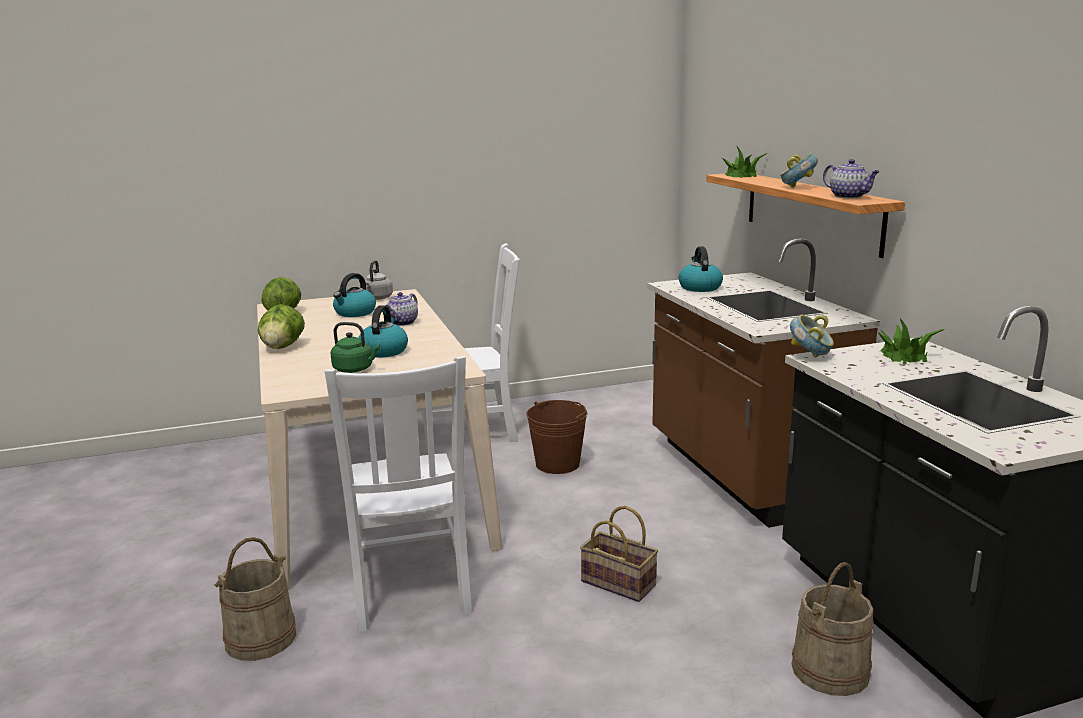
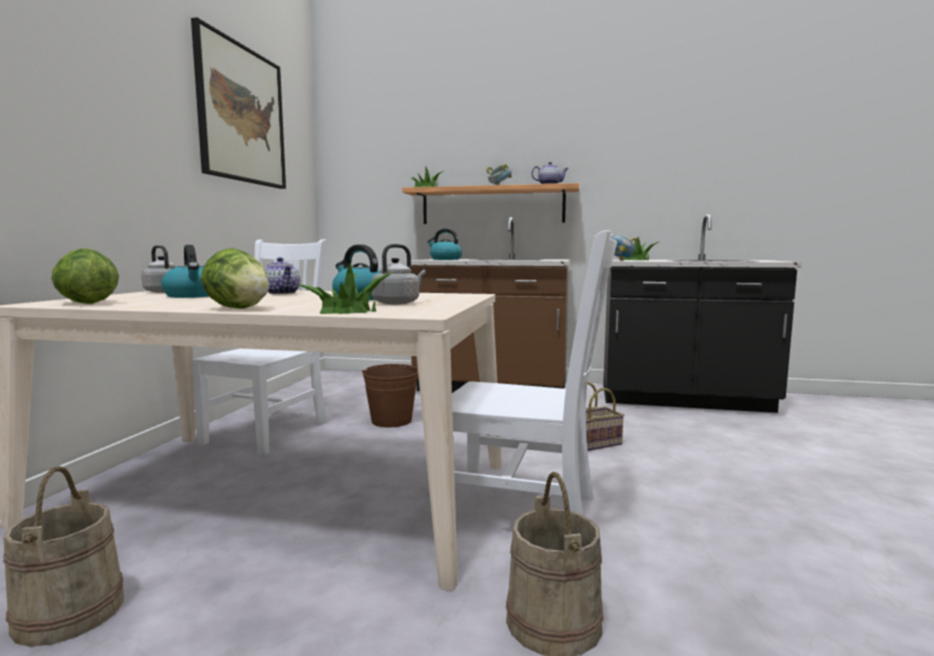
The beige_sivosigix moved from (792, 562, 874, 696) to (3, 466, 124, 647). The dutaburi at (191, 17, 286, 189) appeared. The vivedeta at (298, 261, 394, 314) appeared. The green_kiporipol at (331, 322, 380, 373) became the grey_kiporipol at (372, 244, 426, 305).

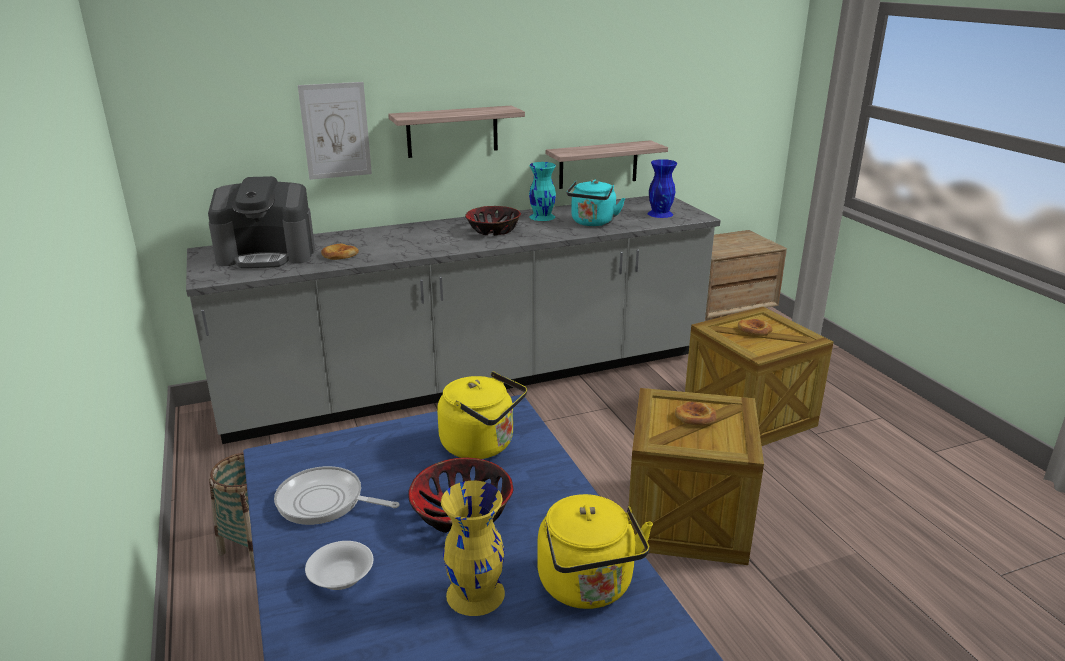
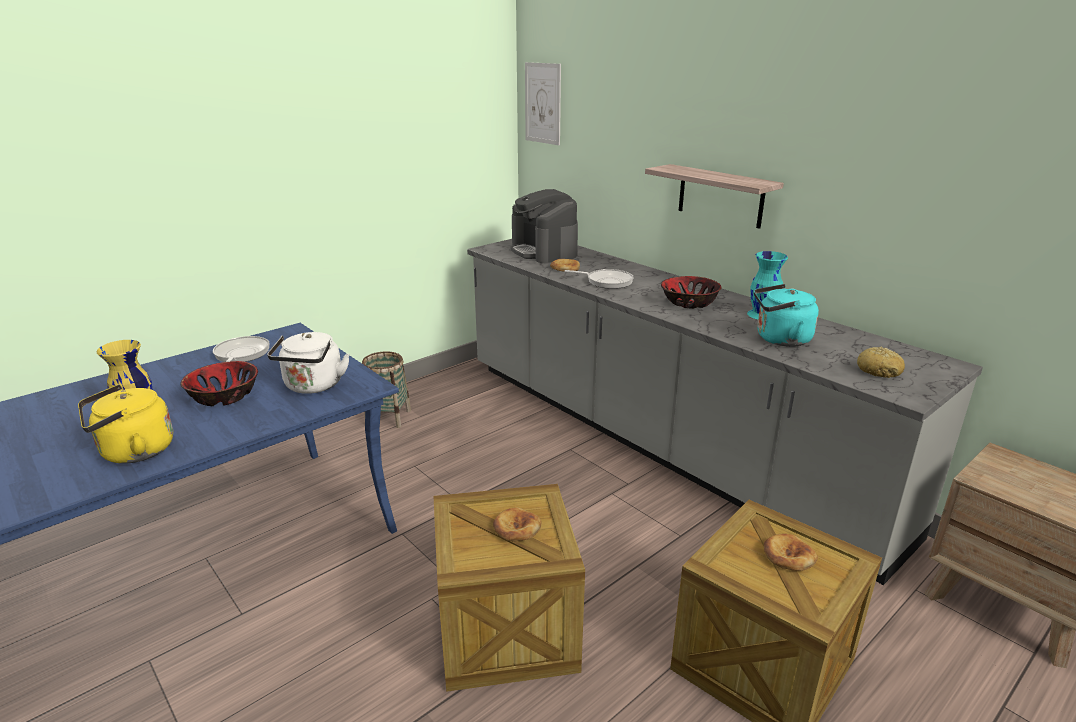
The yellow_kiporipol at (437, 372, 527, 459) became the white_kiporipol at (267, 332, 350, 394). The dutaburi moved from (298, 82, 372, 180) to (525, 62, 561, 145). The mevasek at (565, 269, 634, 289) appeared. The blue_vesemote at (647, 159, 677, 218) was replaced by the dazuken at (857, 346, 905, 378). The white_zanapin at (305, 541, 374, 590) disappeared. The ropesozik at (546, 140, 668, 189) disappeared.

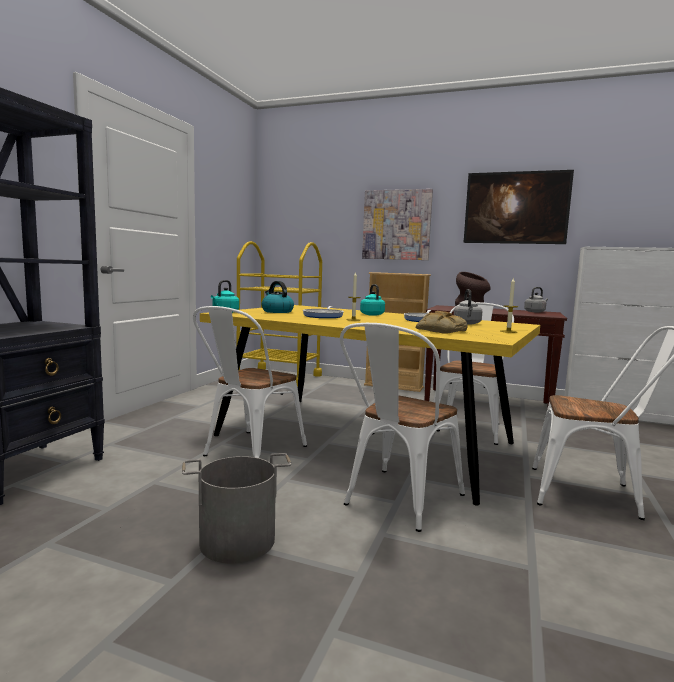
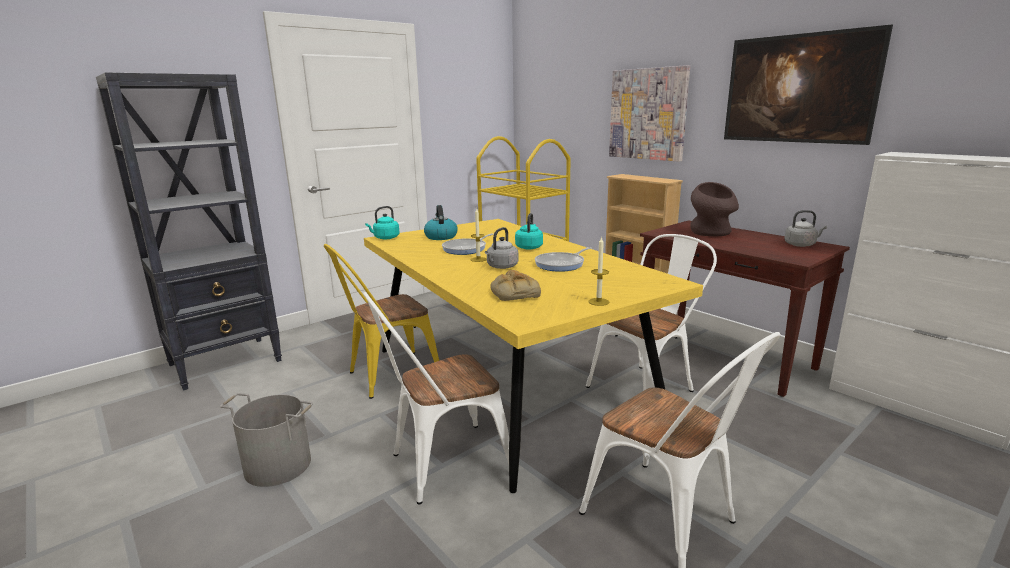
The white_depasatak at (193, 306, 307, 458) became the yellow_depasatak at (324, 244, 439, 399). The grey_kiporipol moved from (454, 289, 482, 324) to (485, 227, 518, 269).

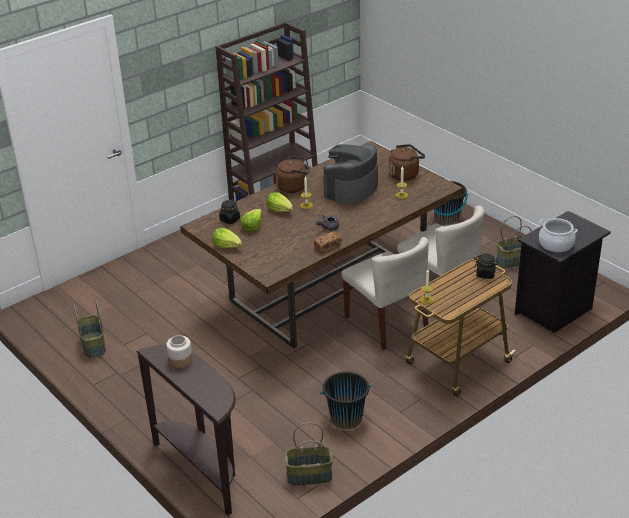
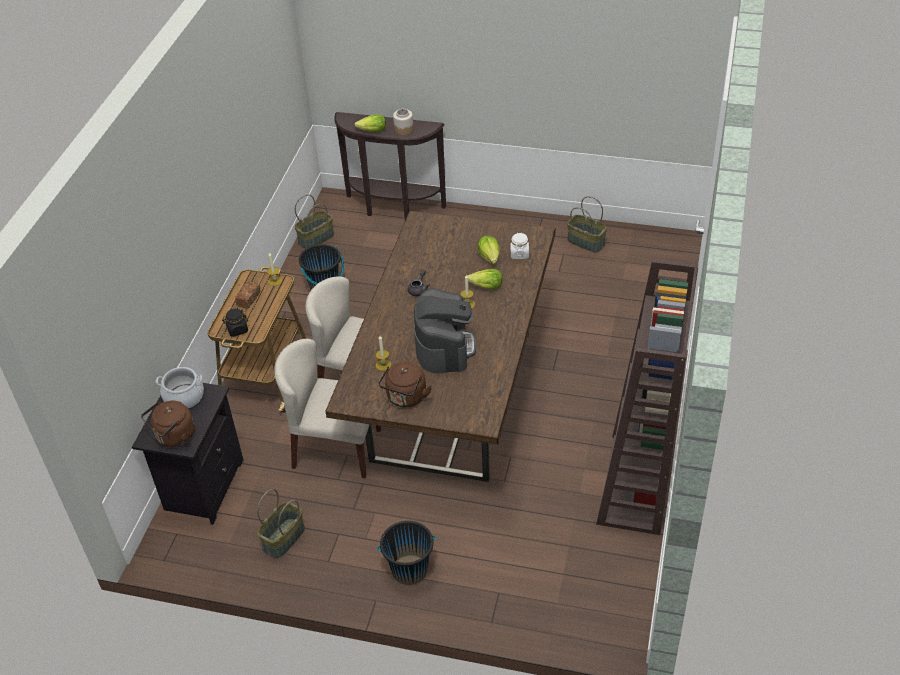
The brown_kiporipol moved from (276, 156, 309, 193) to (141, 401, 195, 447). The dazuken moved from (314, 231, 342, 254) to (235, 282, 261, 309). The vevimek moved from (212, 228, 242, 248) to (354, 114, 386, 132). The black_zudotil at (219, 200, 240, 224) became the white_zudotil at (510, 233, 529, 259).

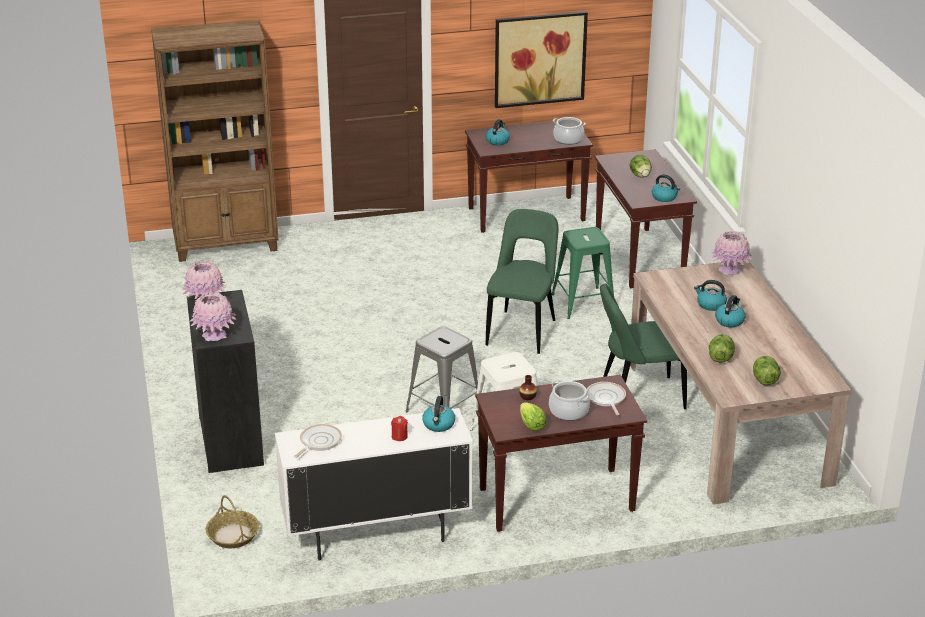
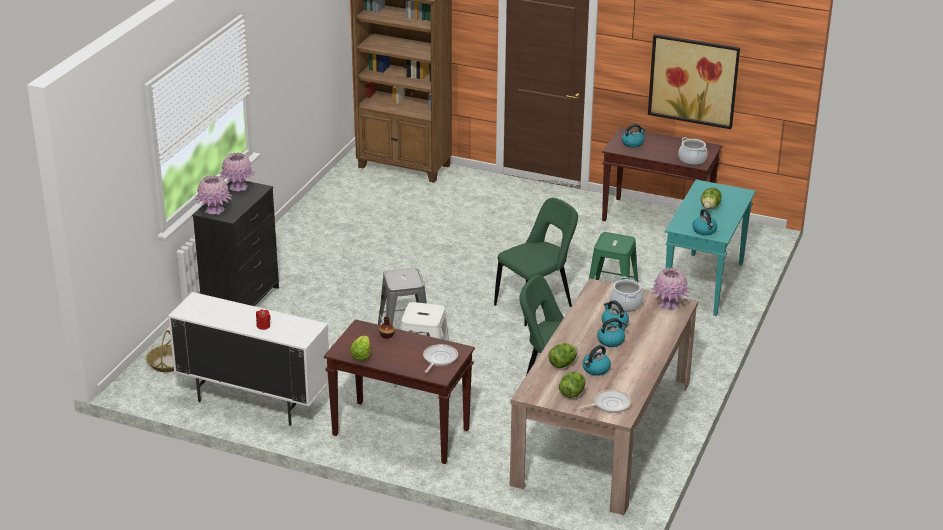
The mevasek moved from (294, 424, 342, 458) to (579, 390, 631, 413). The kiporipol moved from (422, 396, 455, 432) to (582, 345, 611, 376). The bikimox moved from (549, 380, 590, 421) to (610, 276, 644, 311). The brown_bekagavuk at (594, 149, 697, 288) became the turquoise_bekagavuk at (665, 180, 756, 316).

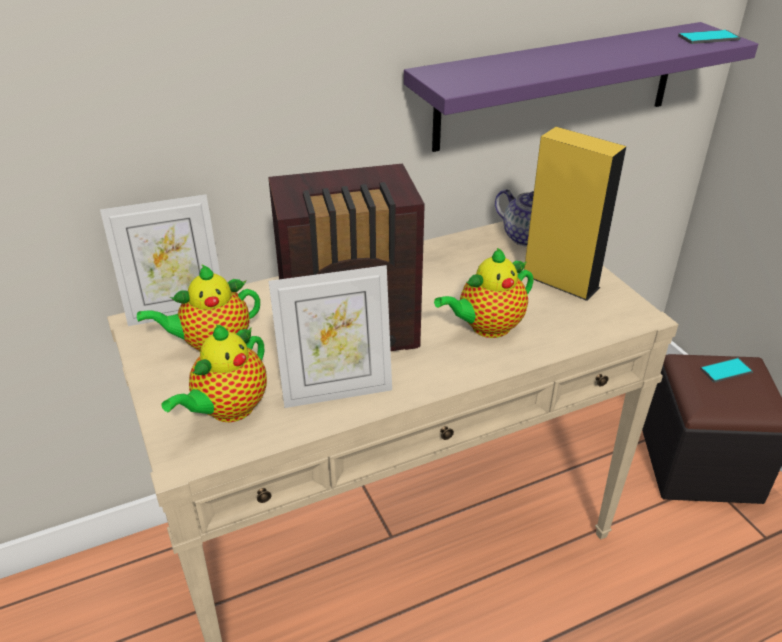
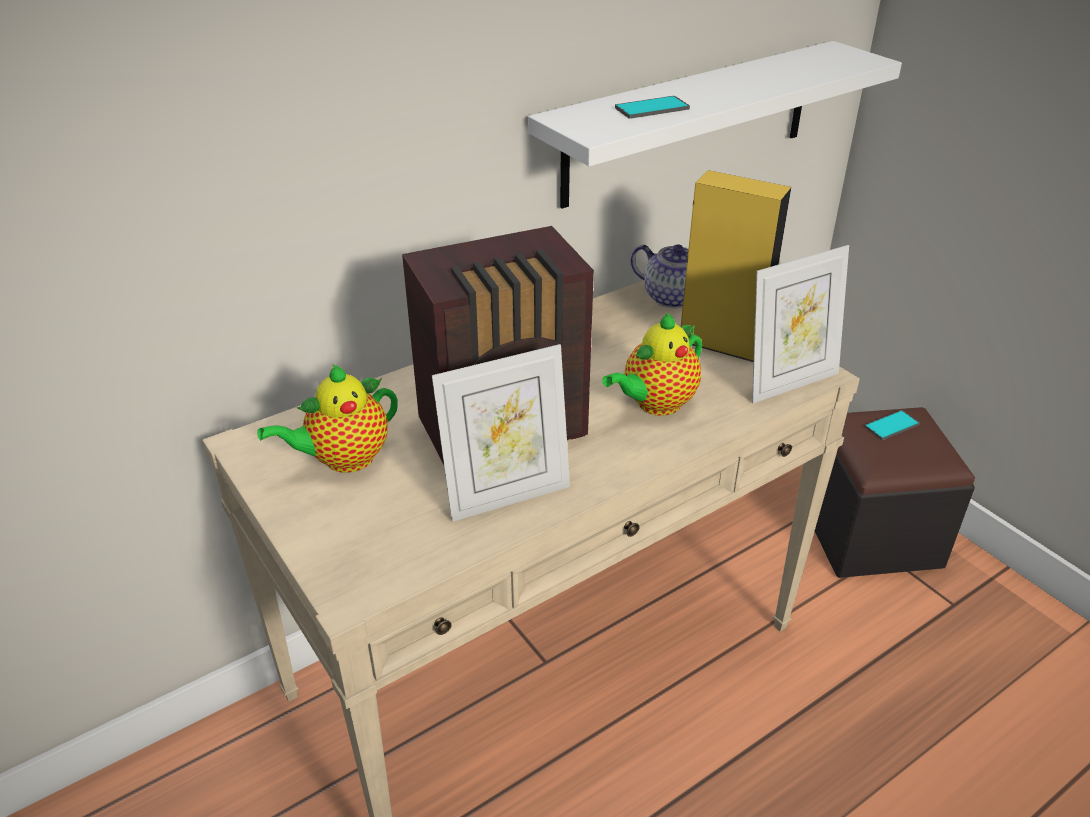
The purple_ropesozik at (404, 22, 758, 152) became the white_ropesozik at (528, 41, 902, 208). The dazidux moved from (678, 30, 741, 44) to (615, 96, 690, 119). The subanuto moved from (100, 195, 220, 326) to (752, 245, 849, 403). The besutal at (162, 325, 267, 422) disappeared.

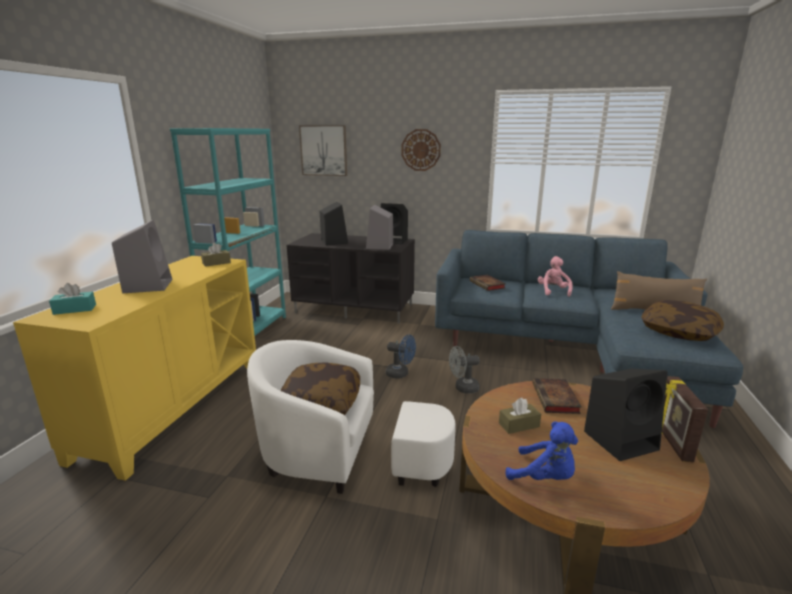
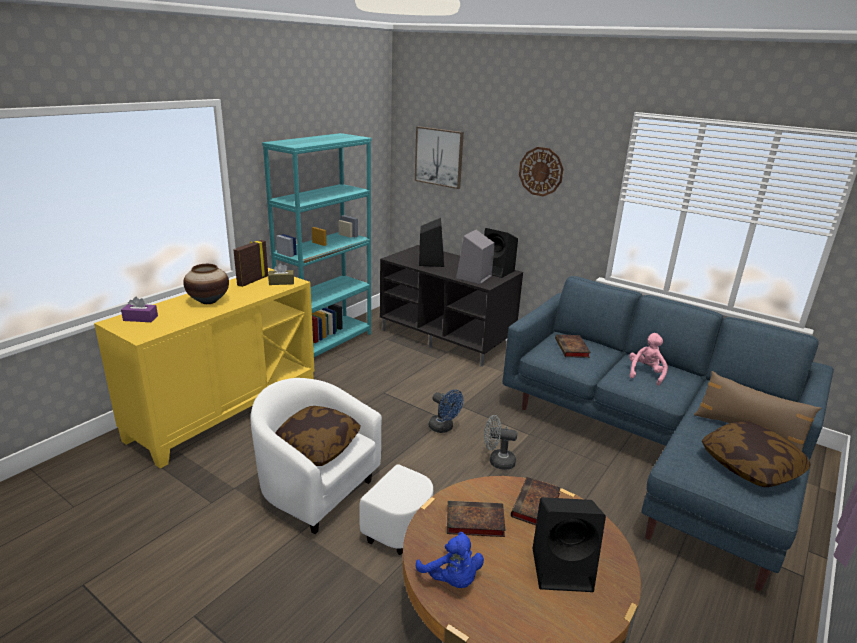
The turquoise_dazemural at (49, 283, 96, 315) became the purple_dazemural at (121, 297, 158, 322). The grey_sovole at (112, 220, 172, 293) was replaced by the vesemote at (183, 264, 229, 304). The subanuto moved from (662, 376, 708, 462) to (233, 240, 268, 287). The brown_dazemural at (499, 398, 541, 434) was replaced by the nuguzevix at (447, 501, 506, 537).

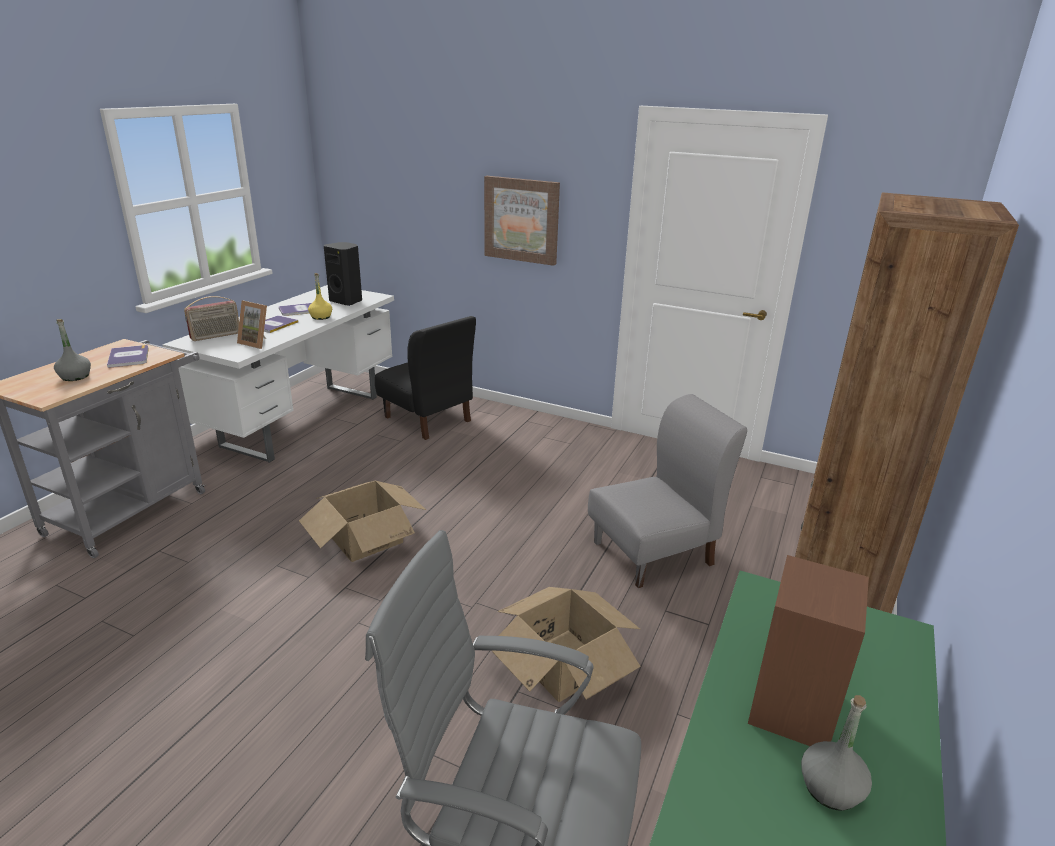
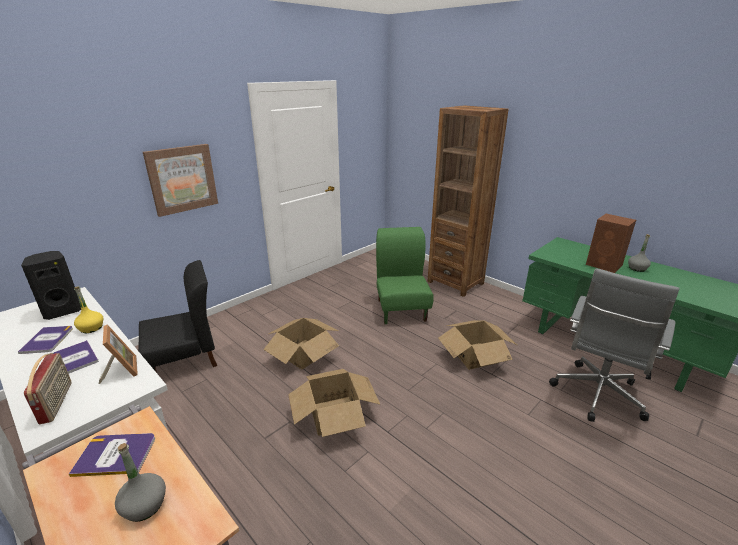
The subanuto at (237, 301, 267, 349) turned 75 degrees counterclockwise. The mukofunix at (263, 318, 339, 370) appeared. The grey_depasatak at (588, 394, 747, 588) became the green_depasatak at (376, 227, 434, 324).

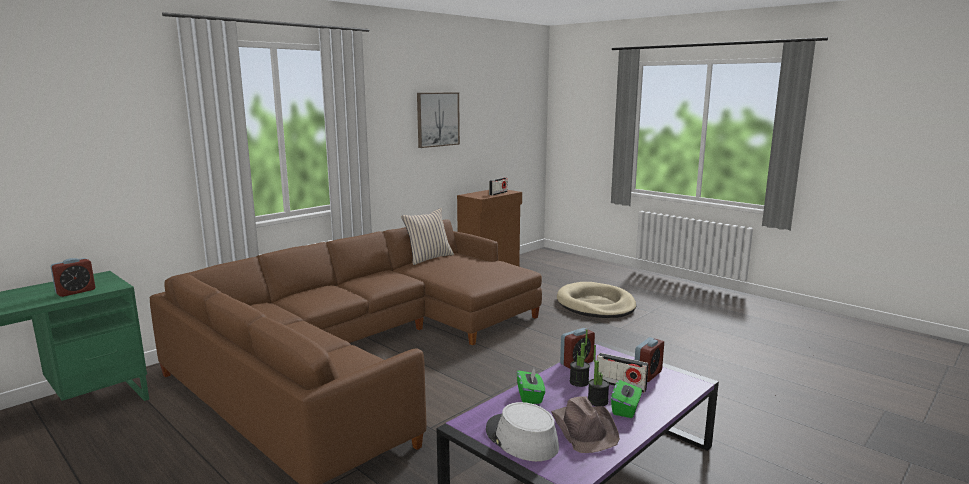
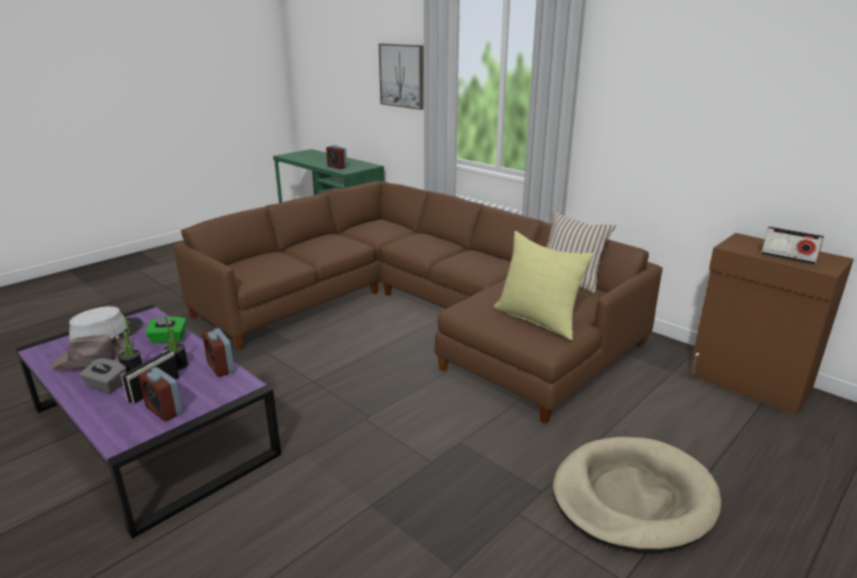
The green_dazemural at (611, 380, 642, 418) became the grey_dazemural at (79, 358, 126, 393). The dutaburi moved from (417, 92, 460, 148) to (379, 43, 424, 110). The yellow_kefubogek at (494, 231, 594, 340) appeared.

